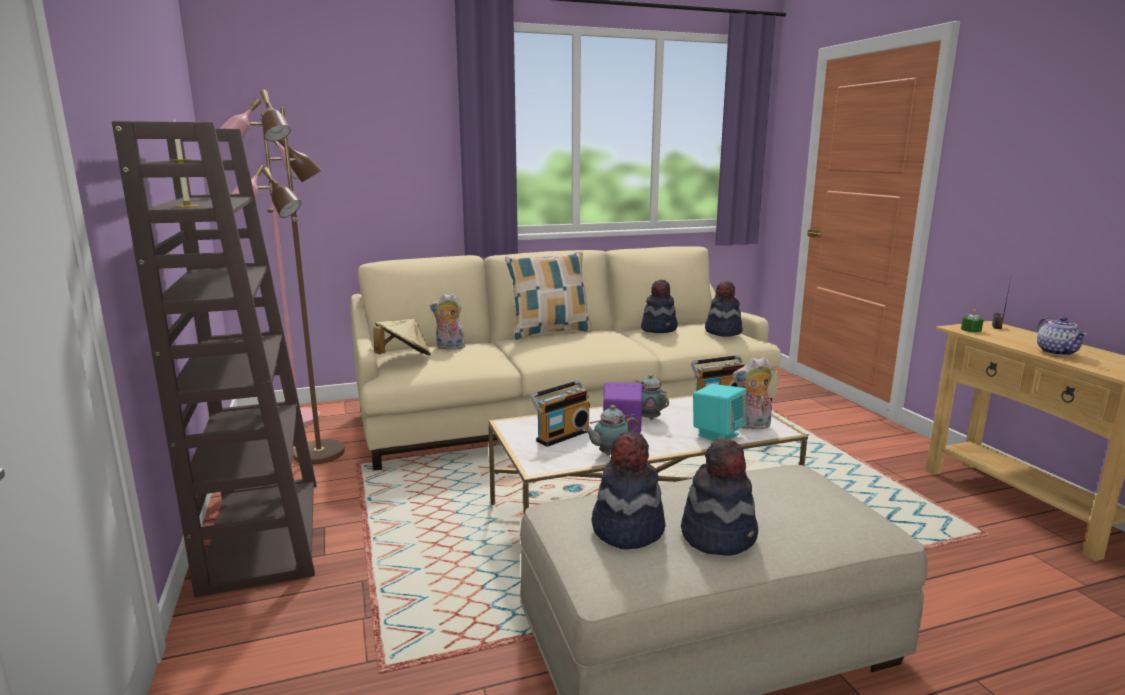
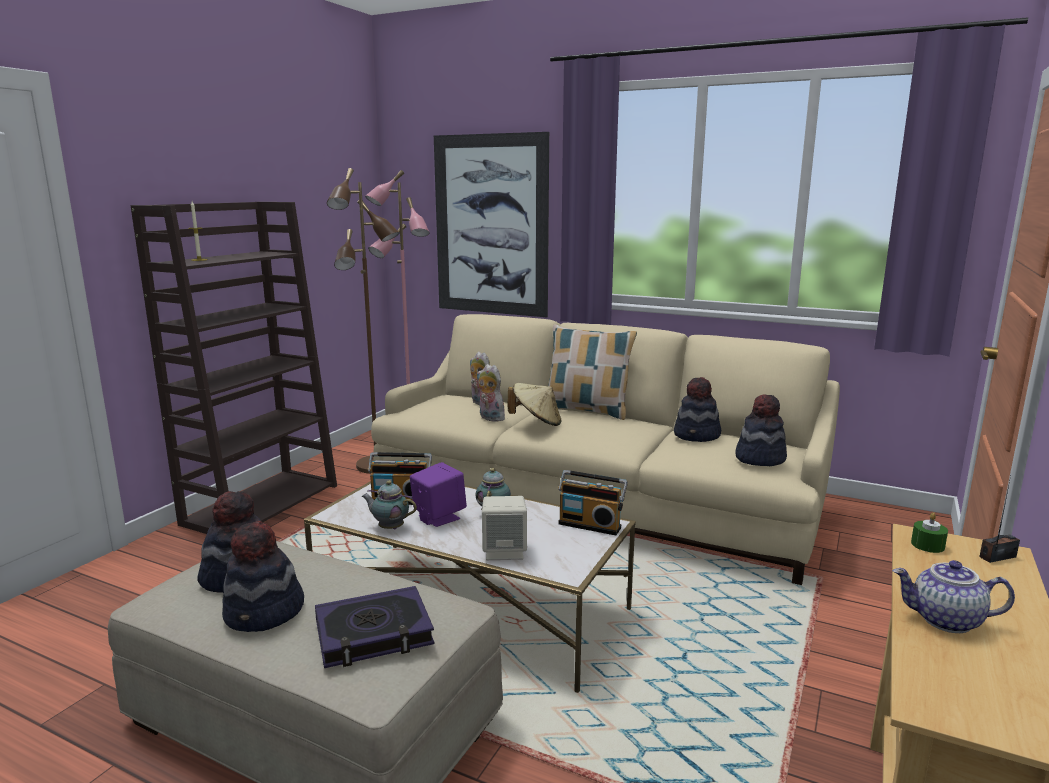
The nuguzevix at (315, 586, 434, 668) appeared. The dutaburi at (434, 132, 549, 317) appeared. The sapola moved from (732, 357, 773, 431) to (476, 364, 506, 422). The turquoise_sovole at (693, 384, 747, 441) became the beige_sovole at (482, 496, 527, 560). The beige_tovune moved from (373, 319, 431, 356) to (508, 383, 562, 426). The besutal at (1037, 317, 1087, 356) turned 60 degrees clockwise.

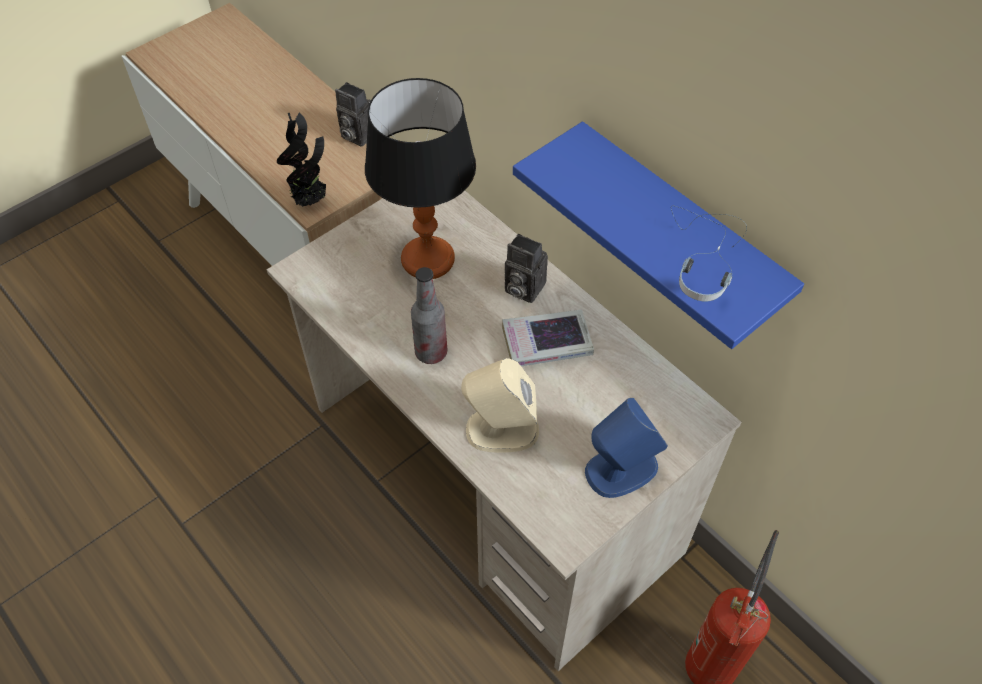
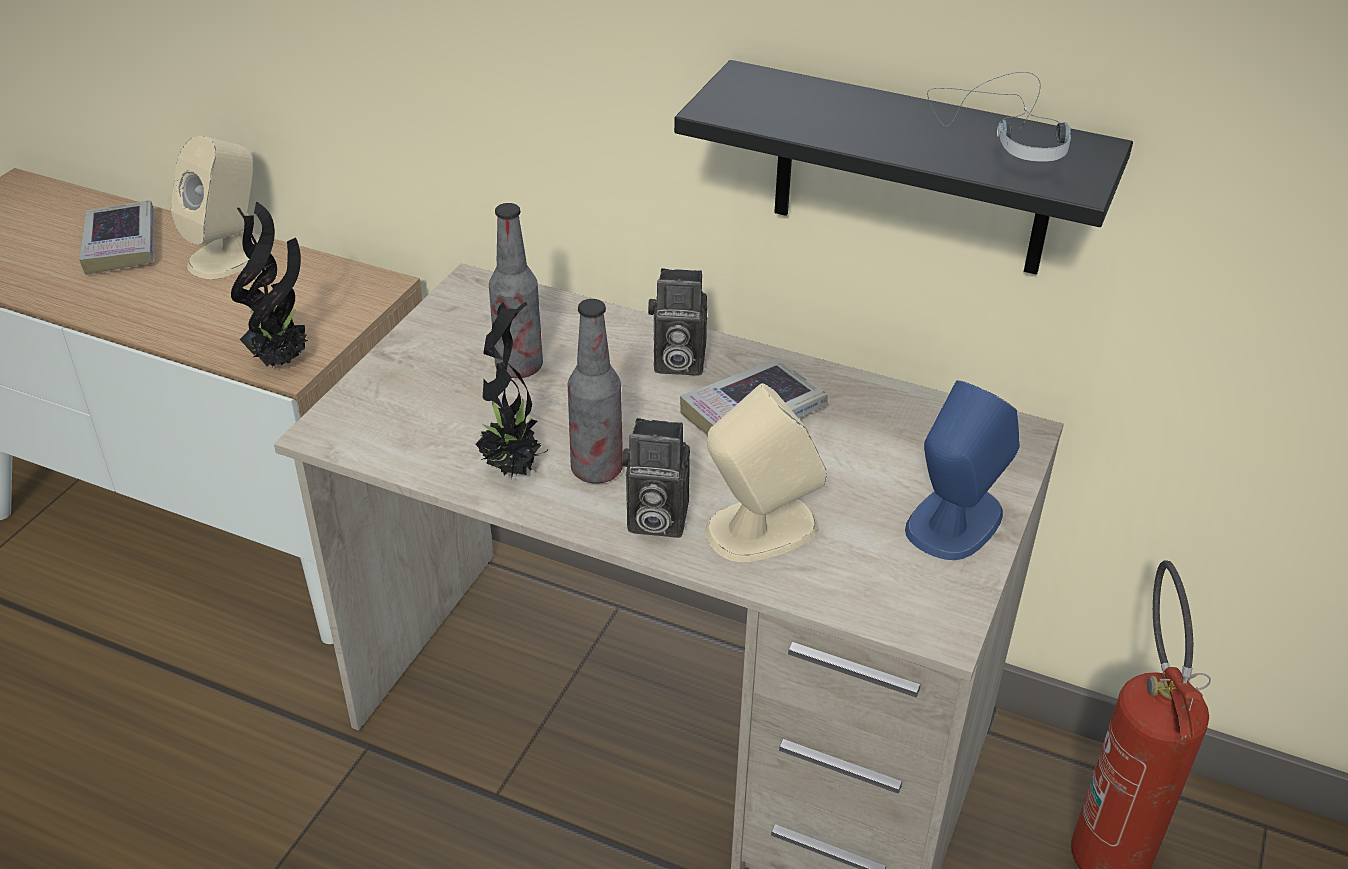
The nuguzevix at (79, 200, 154, 275) appeared. The beige_sovole at (171, 136, 260, 279) appeared. The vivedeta at (476, 302, 548, 479) appeared. The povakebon at (365, 78, 476, 279) was replaced by the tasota at (489, 203, 543, 378). The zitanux moved from (335, 82, 371, 147) to (622, 418, 690, 538). The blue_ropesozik at (513, 121, 804, 349) became the black_ropesozik at (674, 60, 1133, 275).

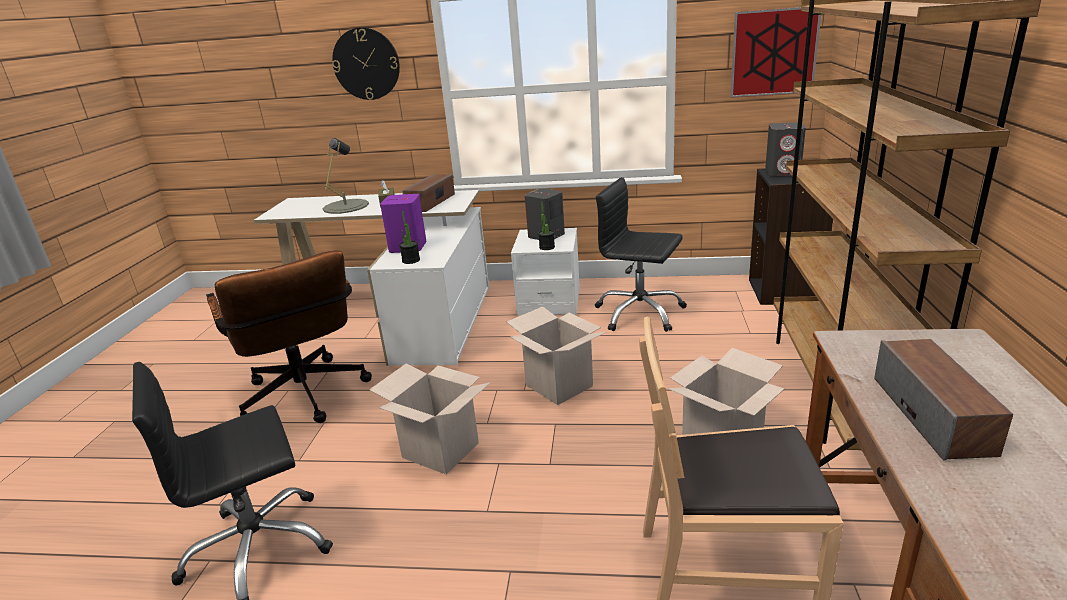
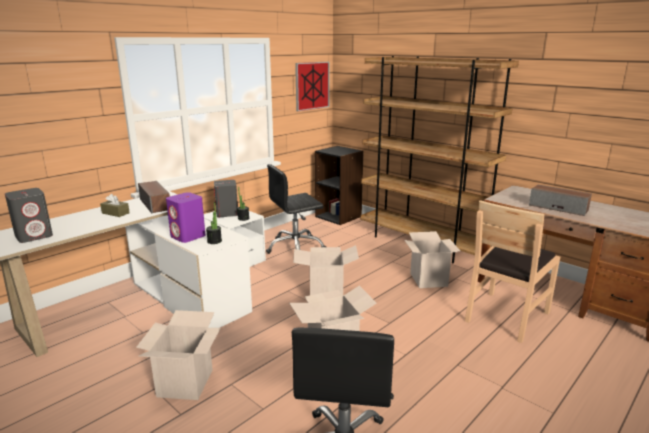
The grey_sovole moved from (765, 122, 806, 177) to (5, 188, 53, 243). The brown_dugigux at (206, 251, 372, 423) was replaced by the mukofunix at (136, 310, 220, 400). The grey_povakebon at (323, 138, 369, 214) disappeared. The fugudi at (332, 28, 400, 100) disappeared.

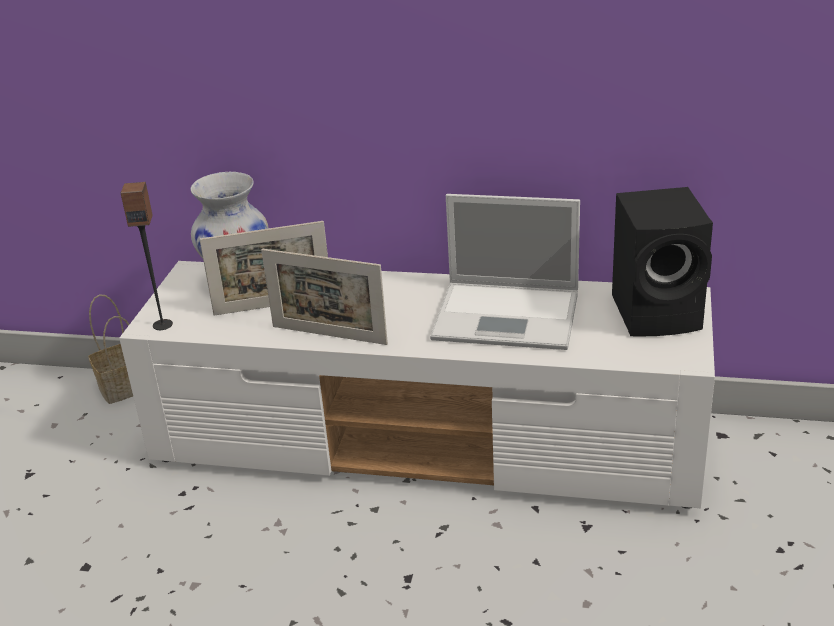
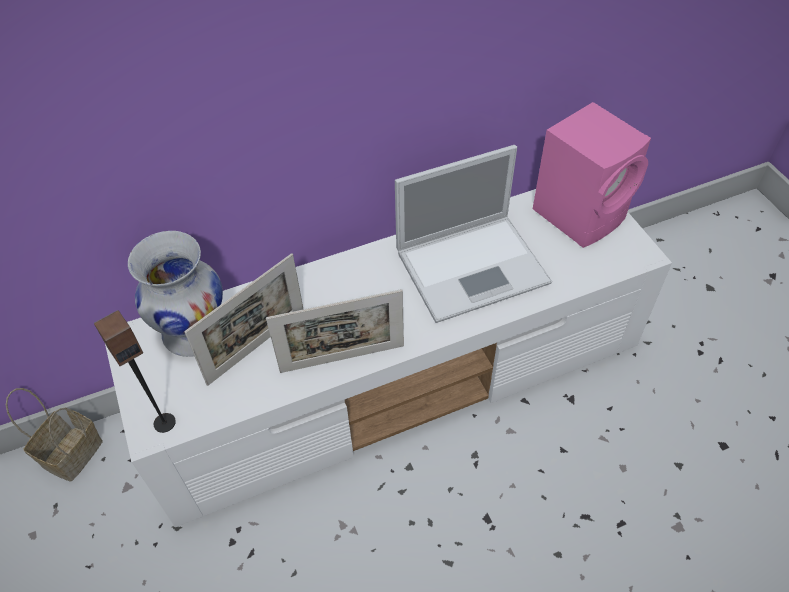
The black_sovole at (612, 187, 713, 337) became the pink_sovole at (533, 102, 651, 248).

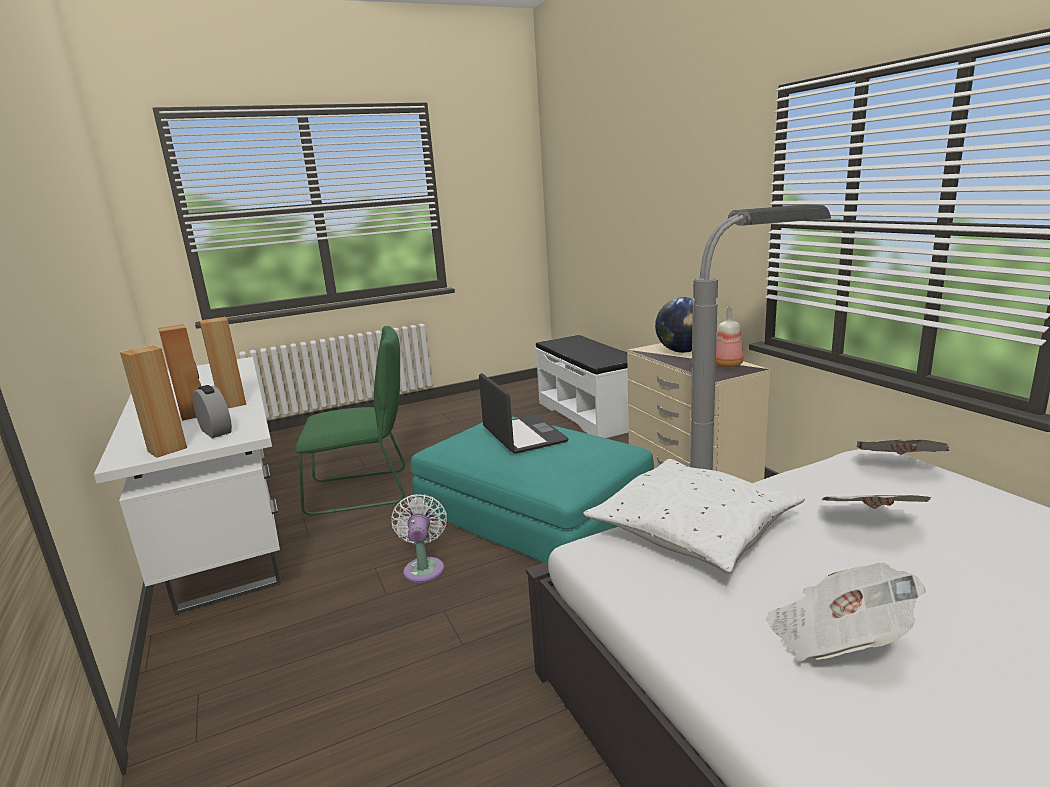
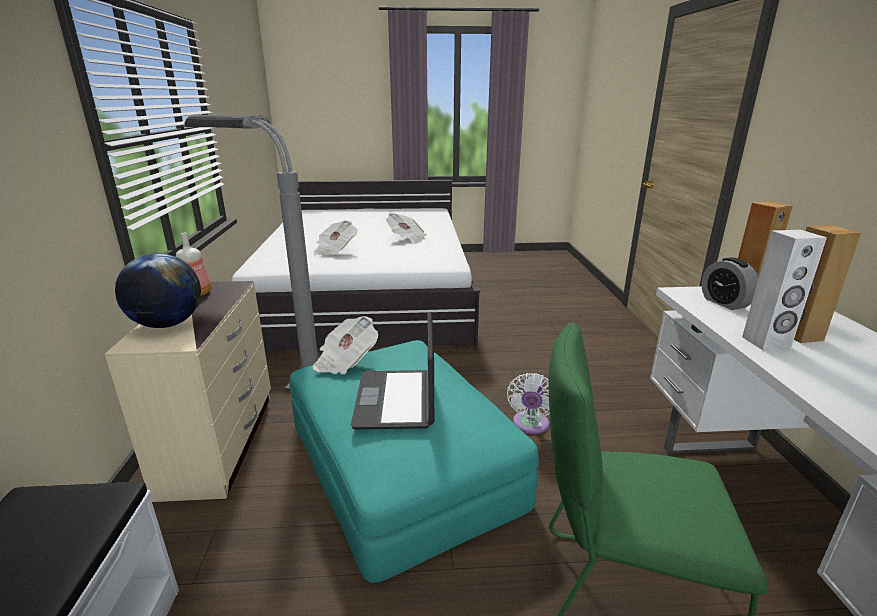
The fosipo moved from (857, 439, 949, 455) to (313, 316, 378, 374). The brown_sovole at (199, 317, 246, 408) became the white_sovole at (742, 230, 827, 350). The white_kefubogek at (583, 459, 805, 574) disappeared.

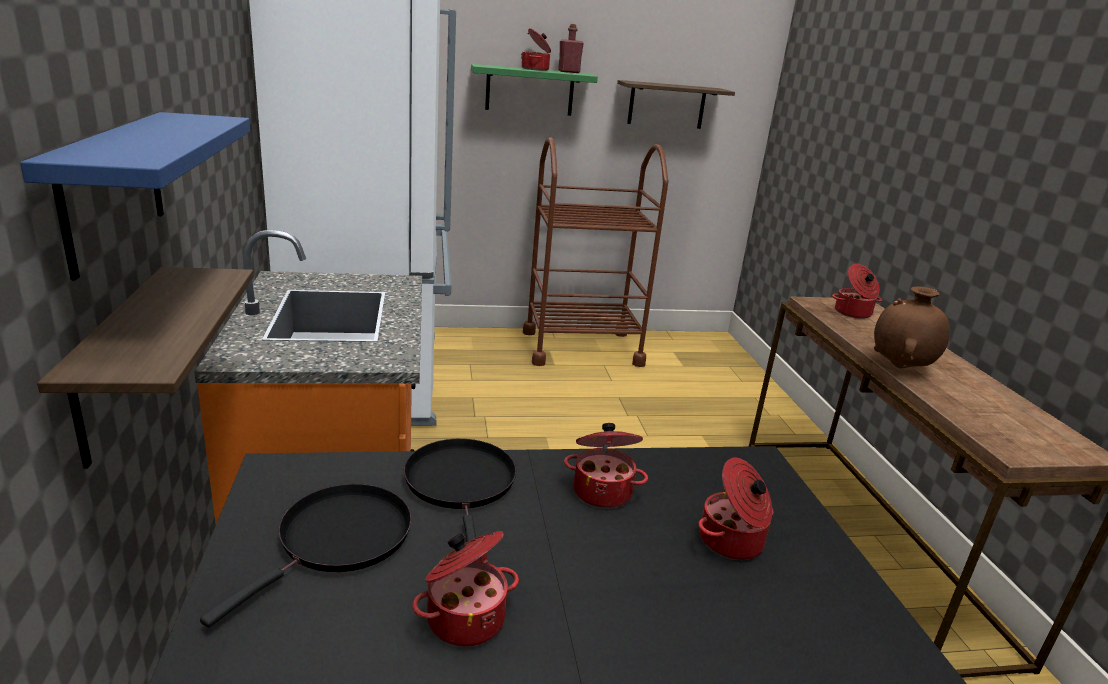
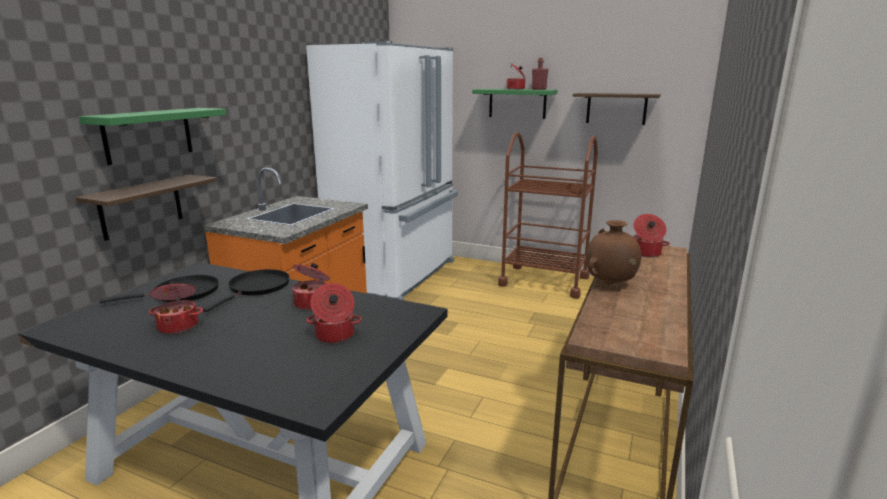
The blue_ropesozik at (20, 112, 250, 280) became the green_ropesozik at (79, 108, 227, 165).

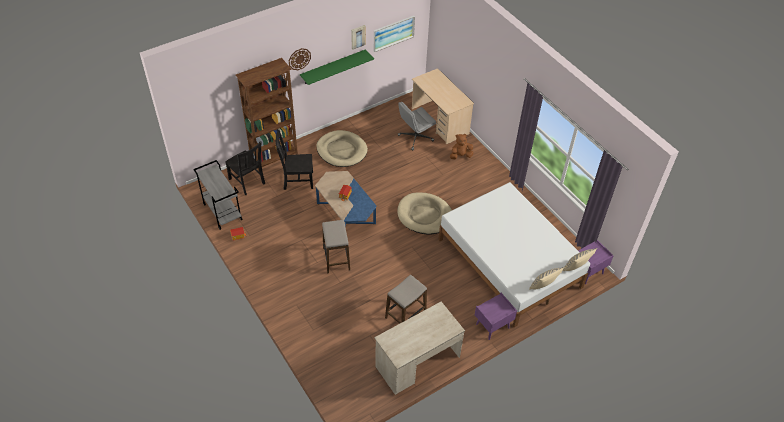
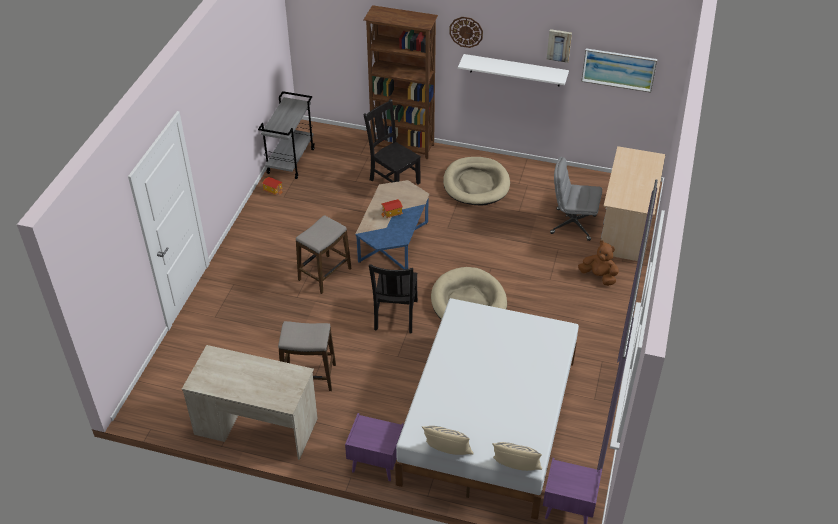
The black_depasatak moved from (225, 141, 265, 195) to (369, 264, 418, 334). The green_ropesozik at (300, 49, 374, 85) became the white_ropesozik at (458, 54, 569, 86).

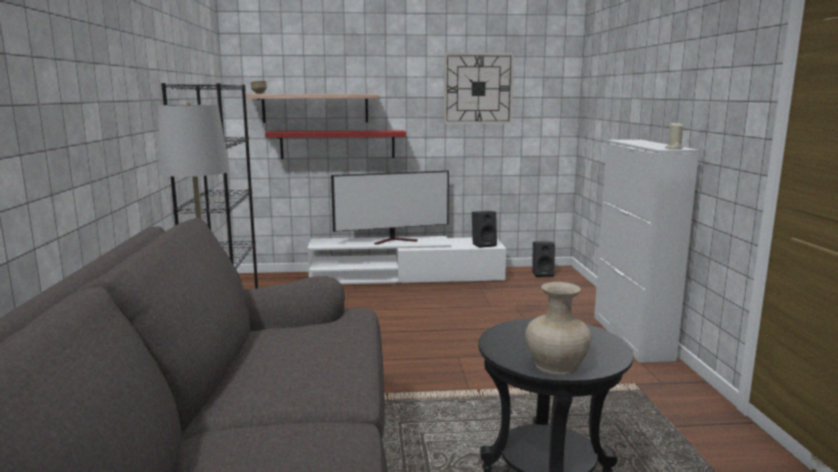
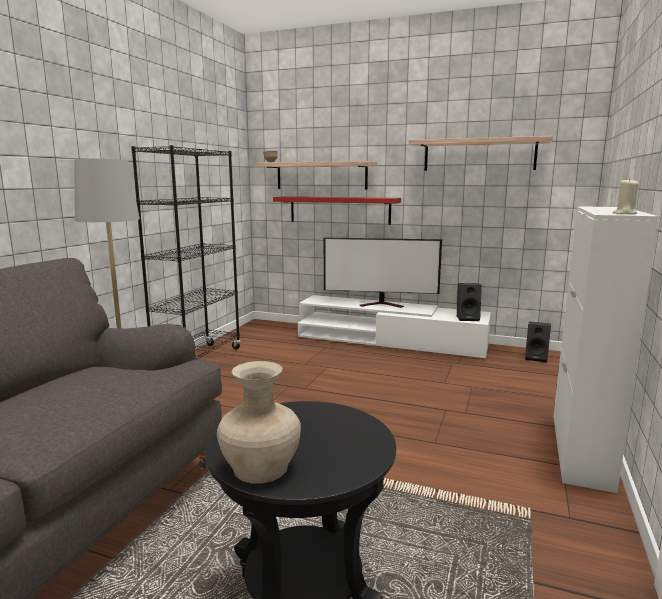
The fugudi at (444, 53, 514, 124) was replaced by the ropesozik at (409, 136, 553, 171).

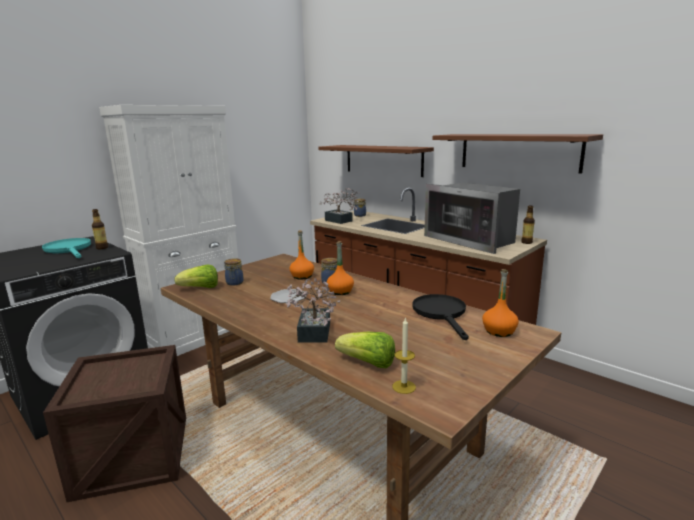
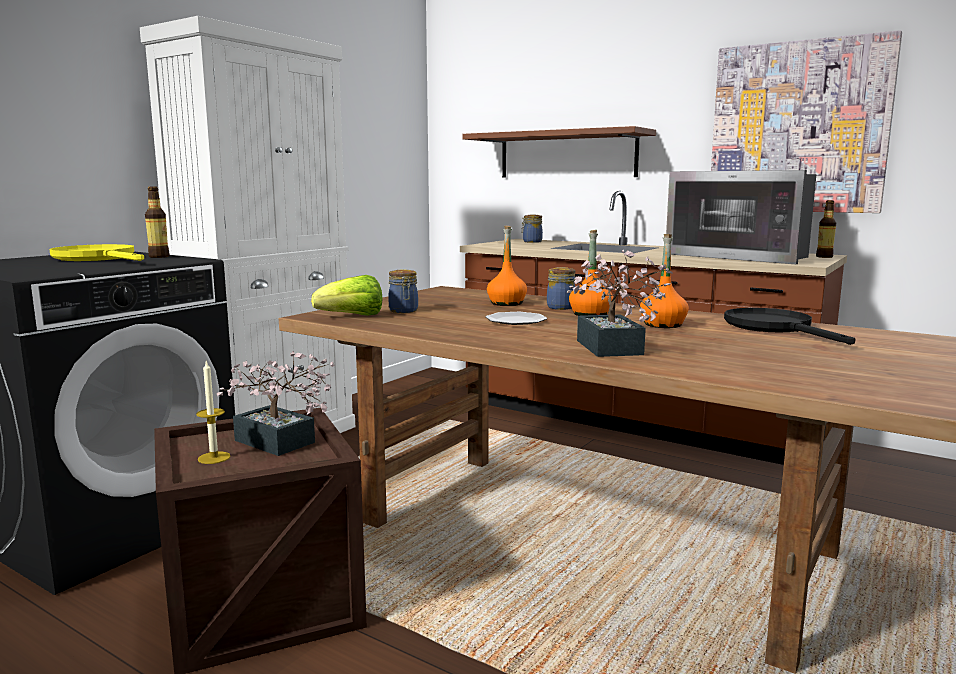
The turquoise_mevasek at (42, 238, 91, 258) became the yellow_mevasek at (49, 244, 144, 261). The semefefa moved from (392, 317, 416, 394) to (196, 361, 231, 464). The vivedeta moved from (319, 188, 360, 224) to (217, 351, 335, 456). The orange_tasota moved from (482, 269, 519, 337) to (640, 234, 689, 328). The ropesozik at (433, 134, 603, 174) was replaced by the dutaburi at (711, 30, 902, 213). The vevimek at (335, 332, 395, 368) disappeared.

